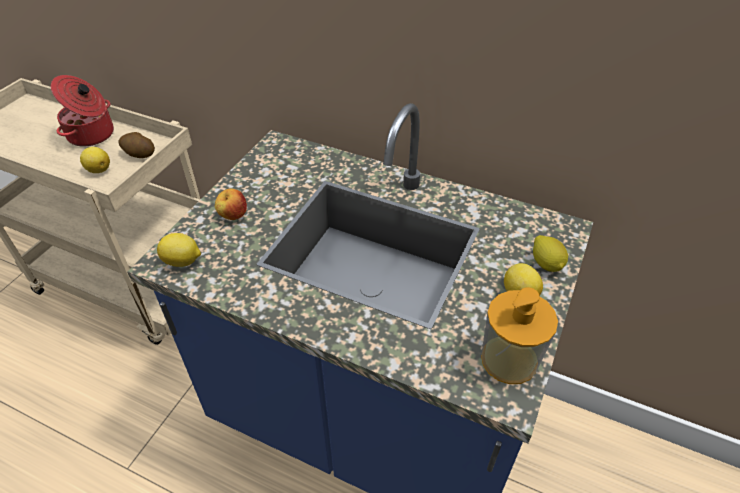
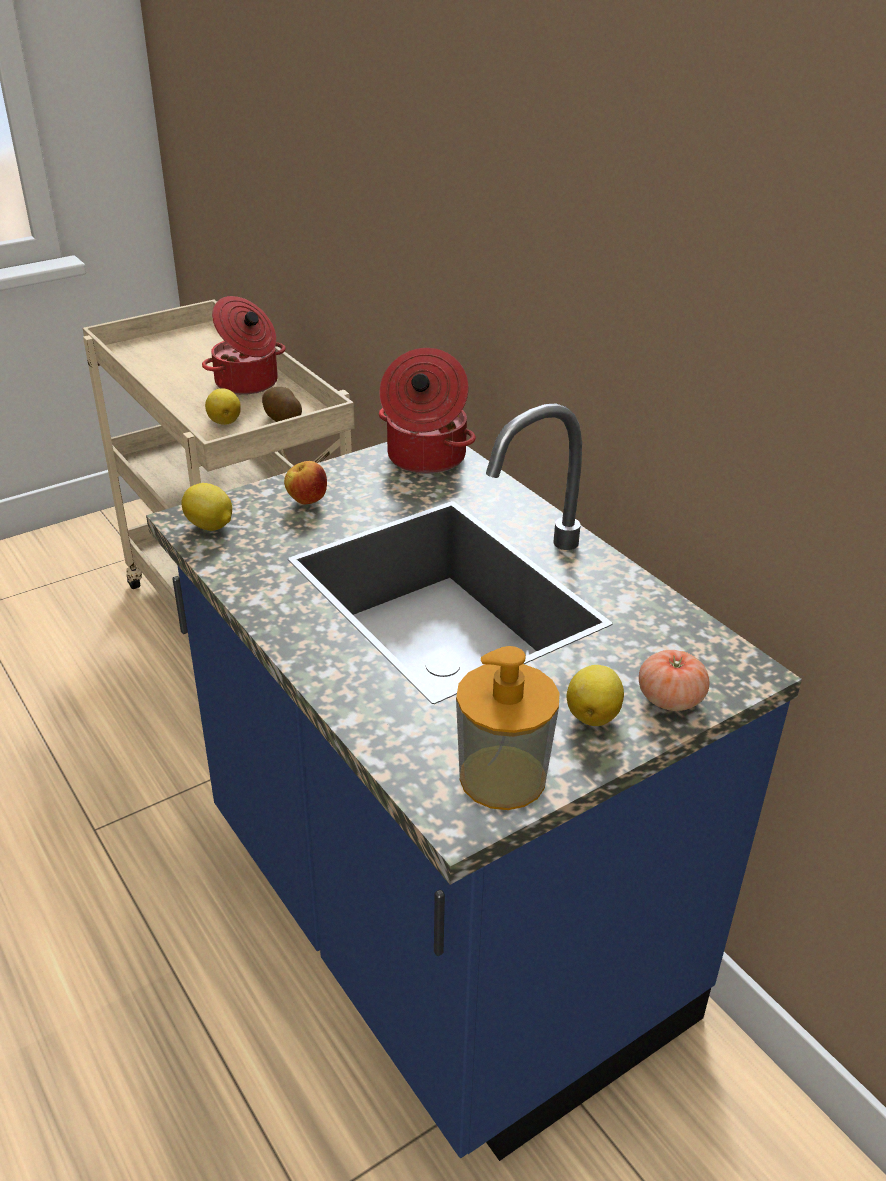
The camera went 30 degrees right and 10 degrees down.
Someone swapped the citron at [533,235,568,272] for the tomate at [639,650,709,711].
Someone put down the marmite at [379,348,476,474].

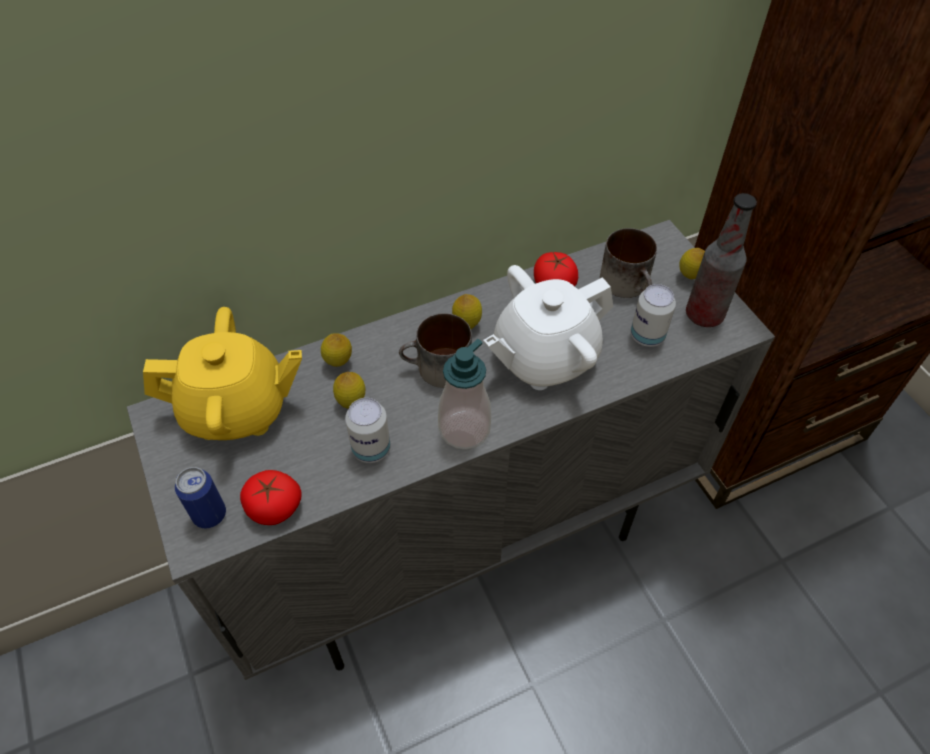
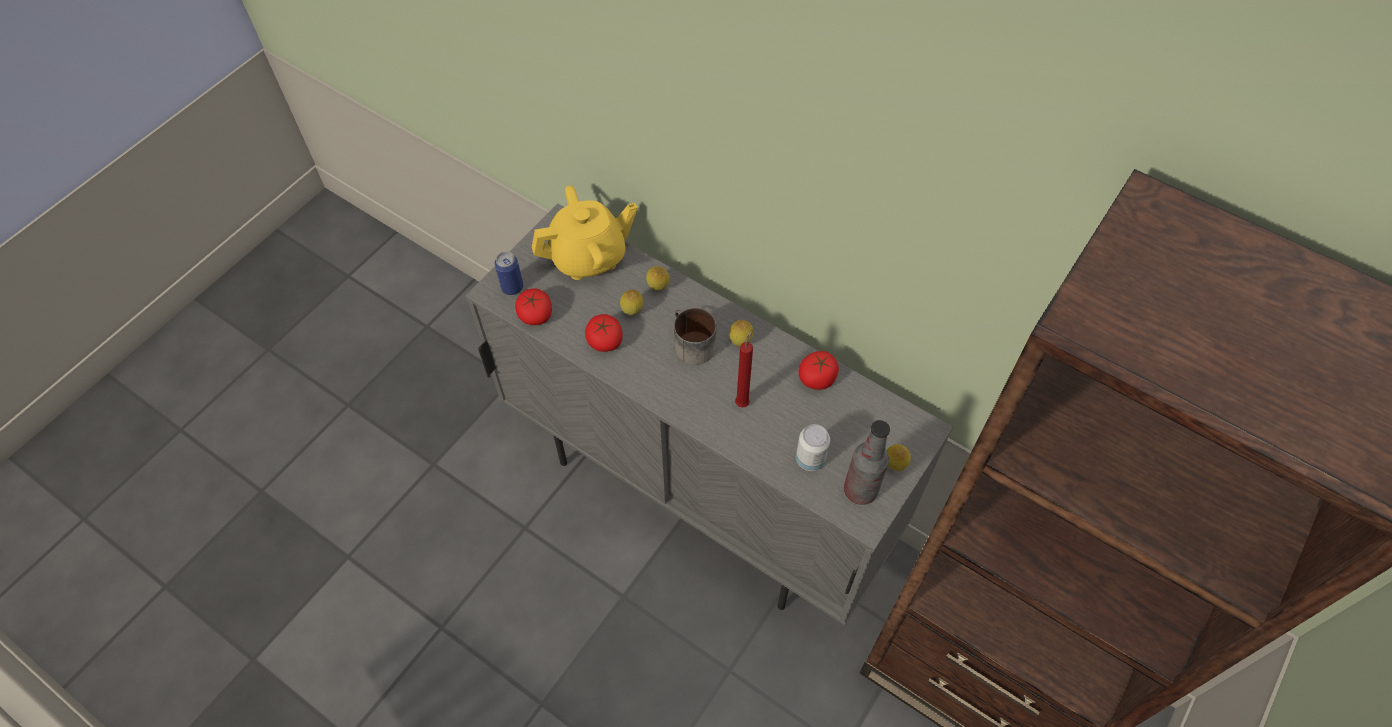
The camera went 60 degrees right and 5 degrees up.
Someone took away the mug at [600,228,657,298].
Someone swapped the théière/blanc at [483,265,613,390] for the bougie/rouge at [735,330,753,408].
Someone rotated the théière/jaune at [143,307,302,440] by 75 degrees counterclockwise.
Someone took away the distributeur de savon at [438,339,491,450].
Someone swapped the boîte métallique at [345,398,391,463] for the tomate at [585,314,622,352].

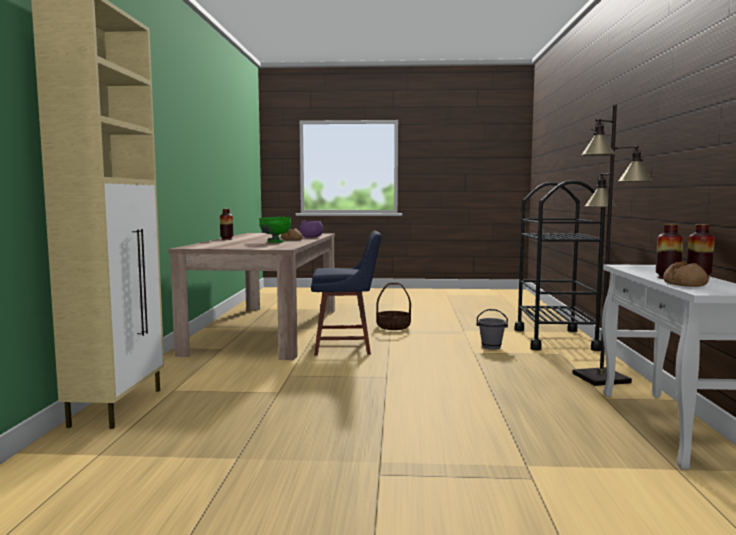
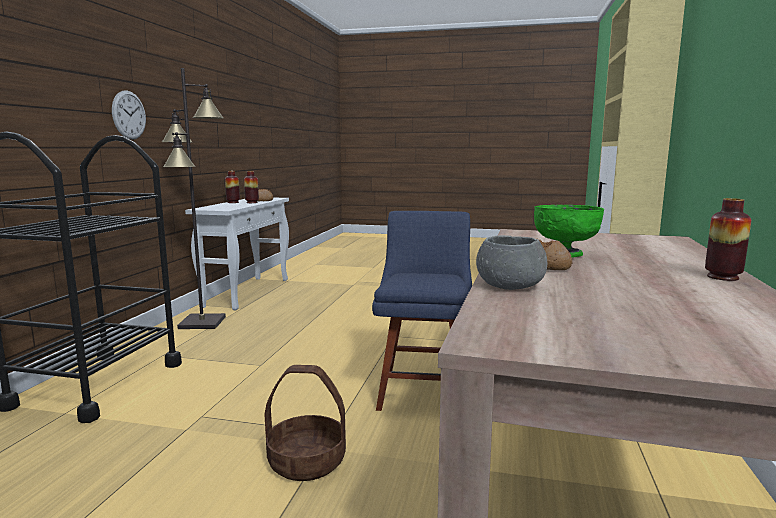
The camera went 170 degrees left and 5 degrees up.
Someone repainted the bol/violet at [299,221,323,238], which became the bol/gris at [476,235,547,290].
Someone rotated the chaise/bleu at [311,231,381,355] by 90 degrees clockwise.
Someone took away the seau/gris at [476,309,508,350].
Someone put up the horloge murale at [112,90,146,140].

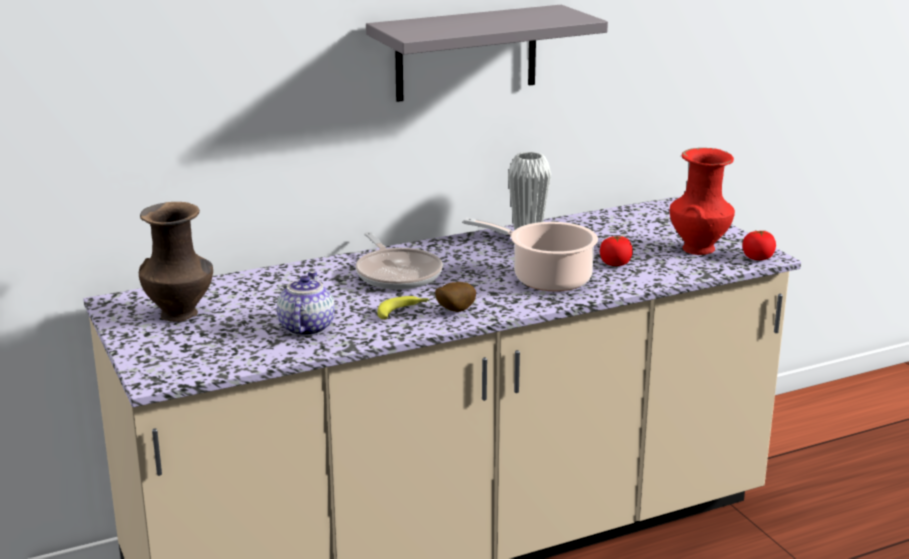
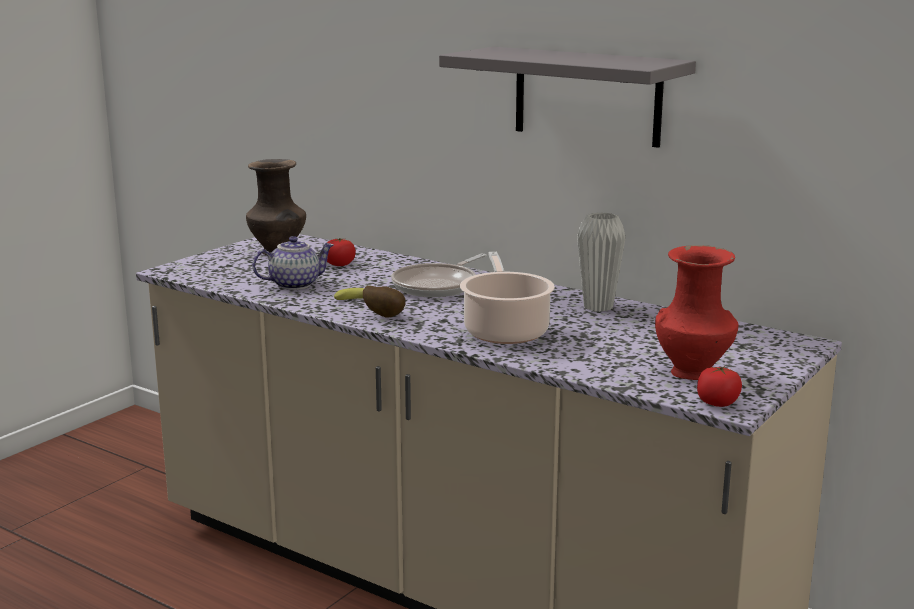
The camera went 60 degrees right and 5 degrees down.
Someone carried the tomate from [600,236,633,266] to [327,238,356,266].

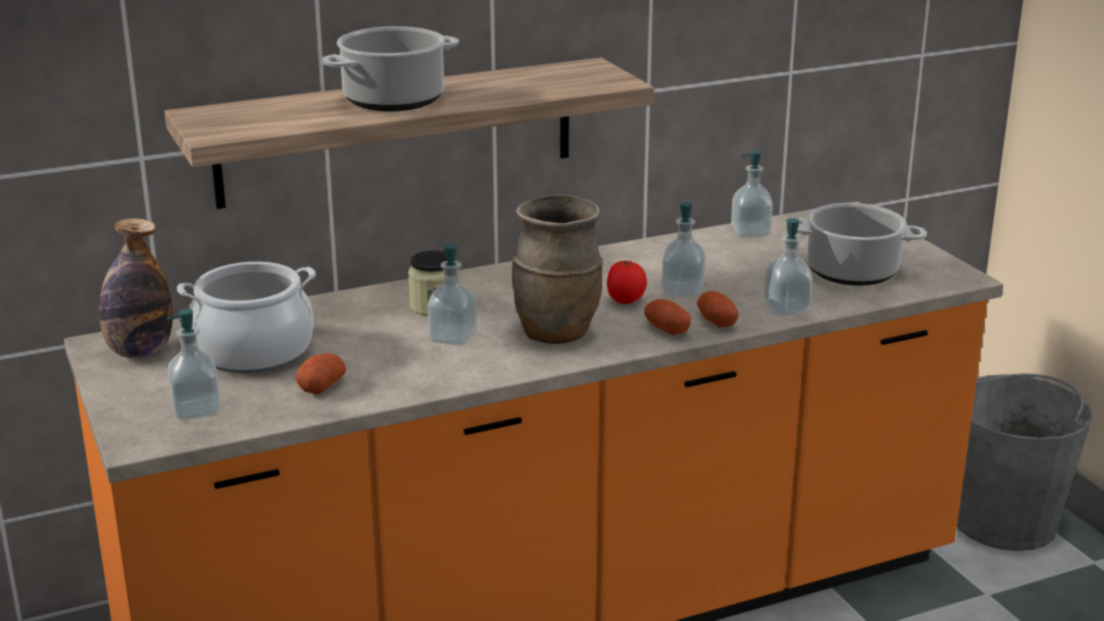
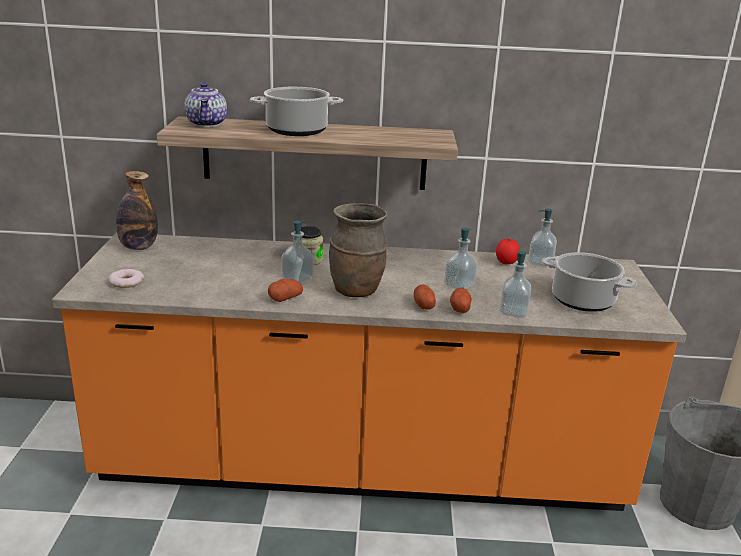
The camera went 25 degrees right and 0 degrees up.
Someone carried the tomate from [607,261,647,304] to [496,238,520,264].
Someone took away the marmite at [177,262,316,373].
Someone swapped the distributeur de savon at [167,309,221,420] for the beignet at [108,269,144,288].
Someone carried the pomme de terre from [296,353,346,394] to [268,279,303,302].
Someone put down the théière at [184,82,227,127].

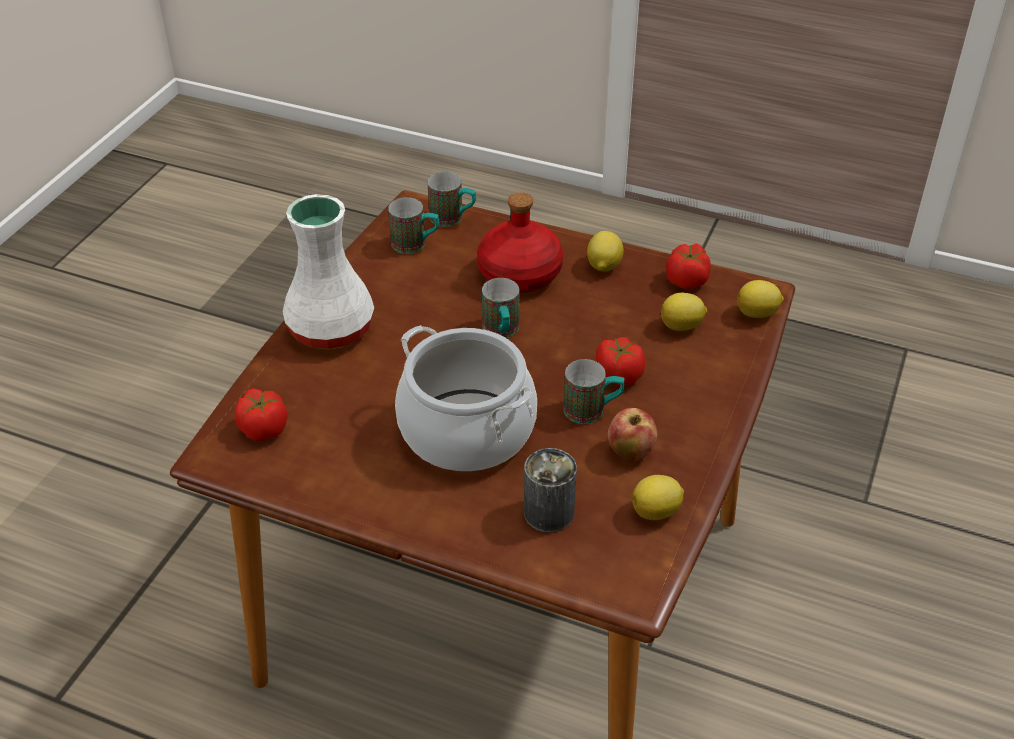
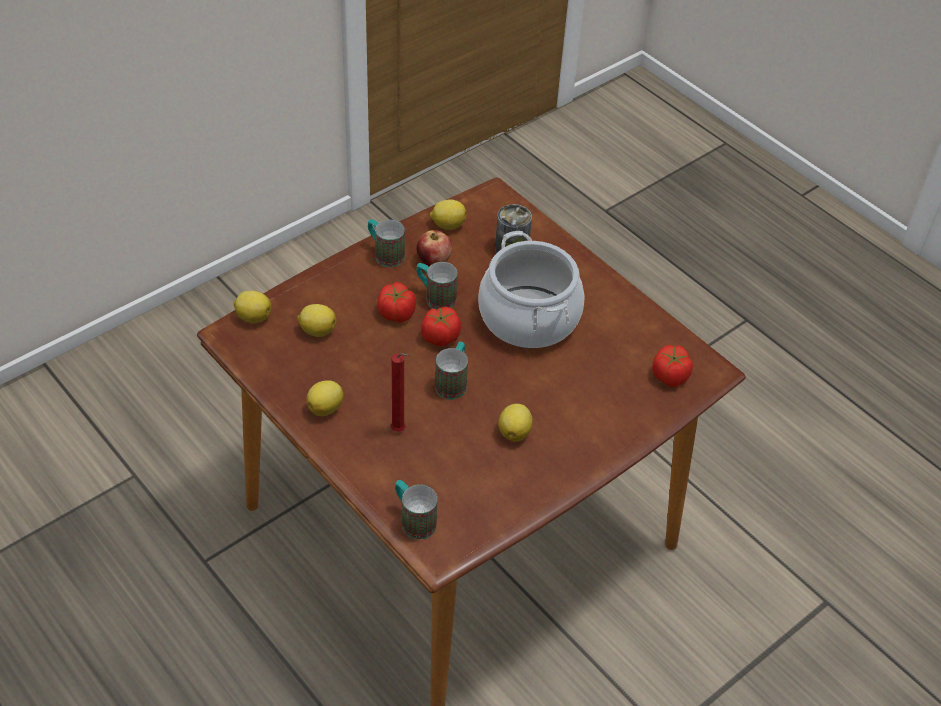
The camera went 155 degrees left and 5 degrees up.
Someone swapped the bouteille/rouge at [477,192,563,293] for the bougie/rouge at [391,353,409,432].
Someone took away the vase/blanc at [283,194,374,350].
Someone carried the mug from [388,197,439,254] to [368,219,405,267].
Someone carried the tomate from [666,244,711,289] to [421,307,461,346].
Someone put down the citron at [498,404,533,442].

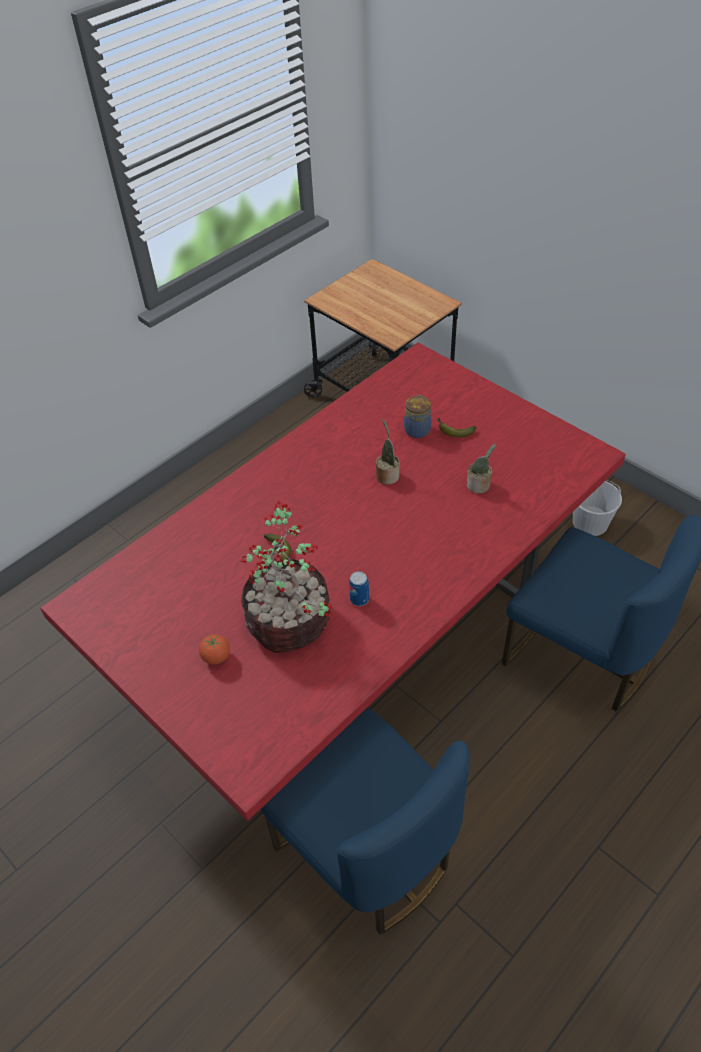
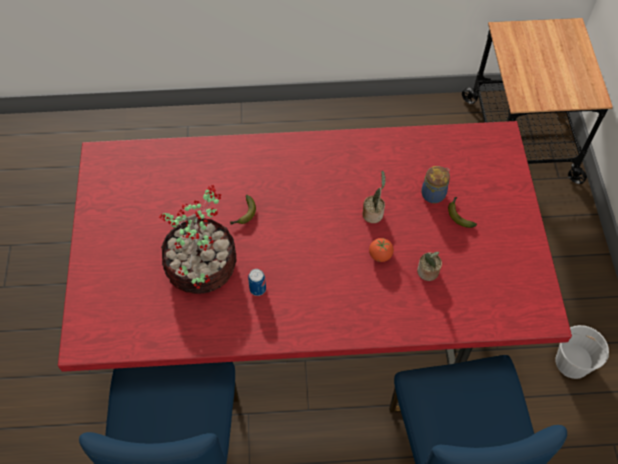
The camera went 40 degrees right and 10 degrees up.
Someone carried the tomate from [199,634,230,664] to [369,238,394,262].

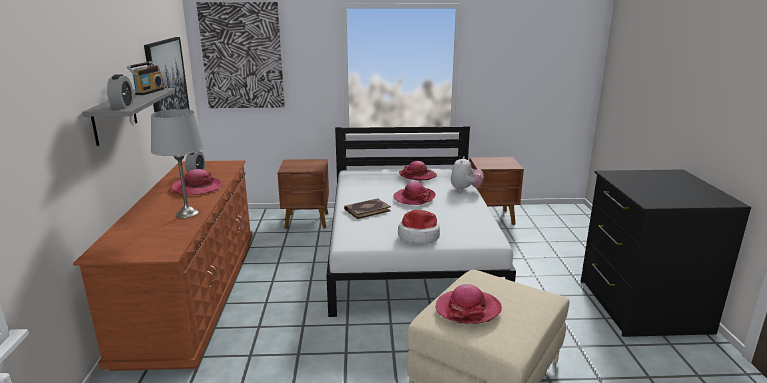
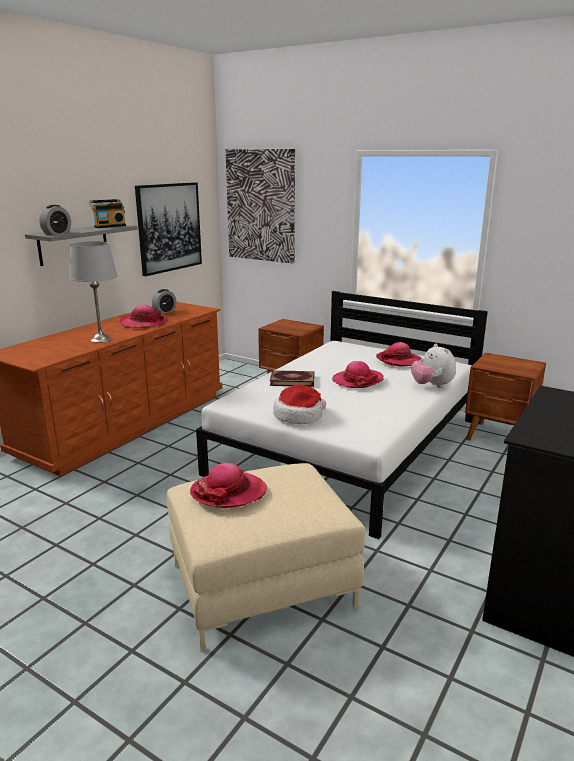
The camera went 35 degrees right and 0 degrees up.
Someone rotated the peluche at [451,156,484,191] by 105 degrees clockwise.

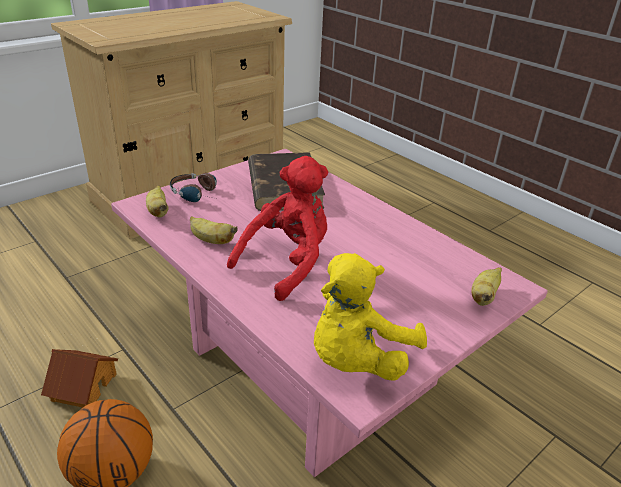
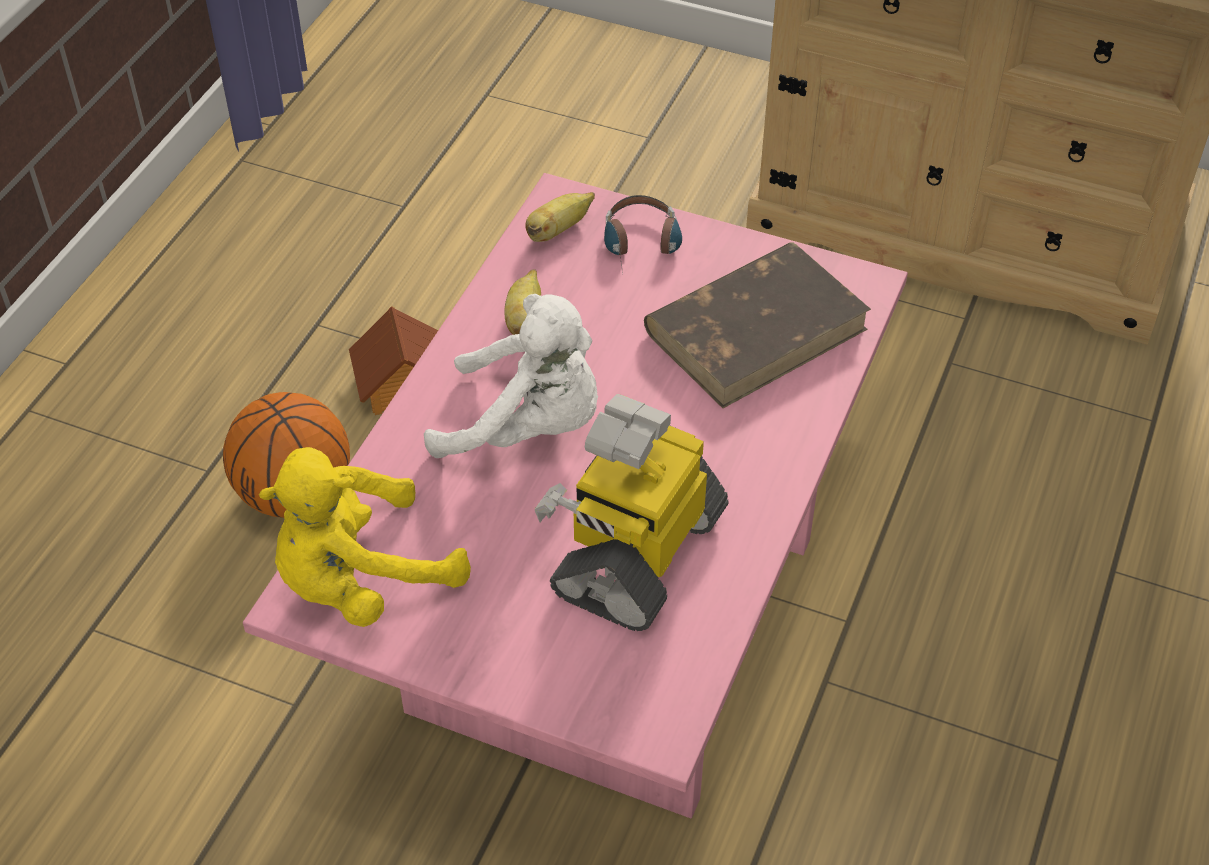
The camera went 65 degrees right and 15 degrees up.
Someone repainted the peluche/rouge at [227,156,328,301], which became the peluche/blanc at [424,294,598,458].
Someone rotated the peluche/jaune at [314,253,427,380] by 45 degrees counterclockwise.
Someone took away the banane at [471,267,502,306].
Someone put down the robot jouet at [535,394,729,631].

